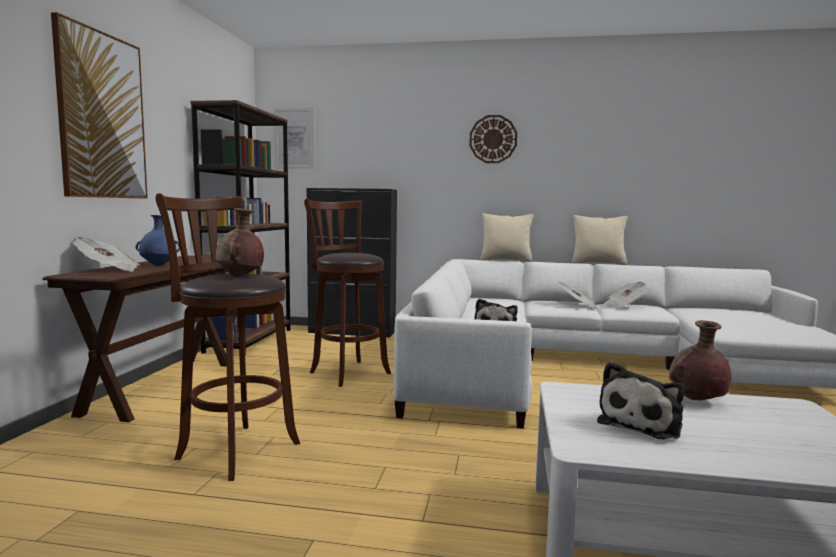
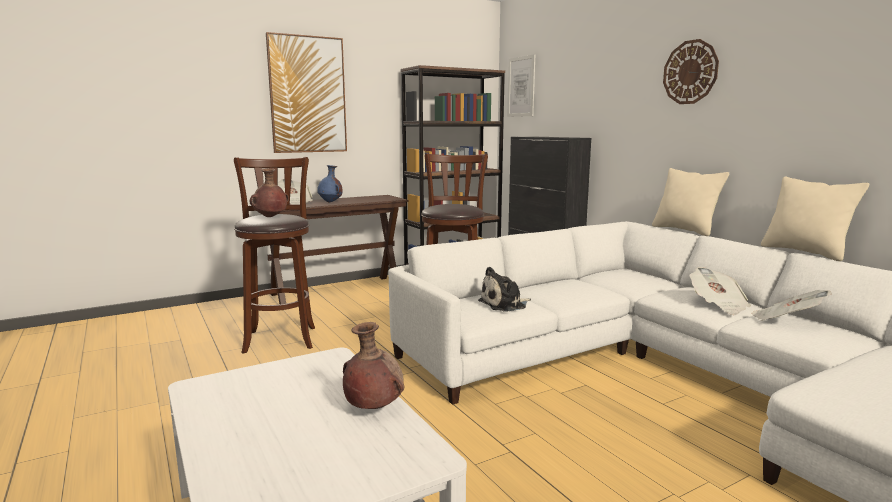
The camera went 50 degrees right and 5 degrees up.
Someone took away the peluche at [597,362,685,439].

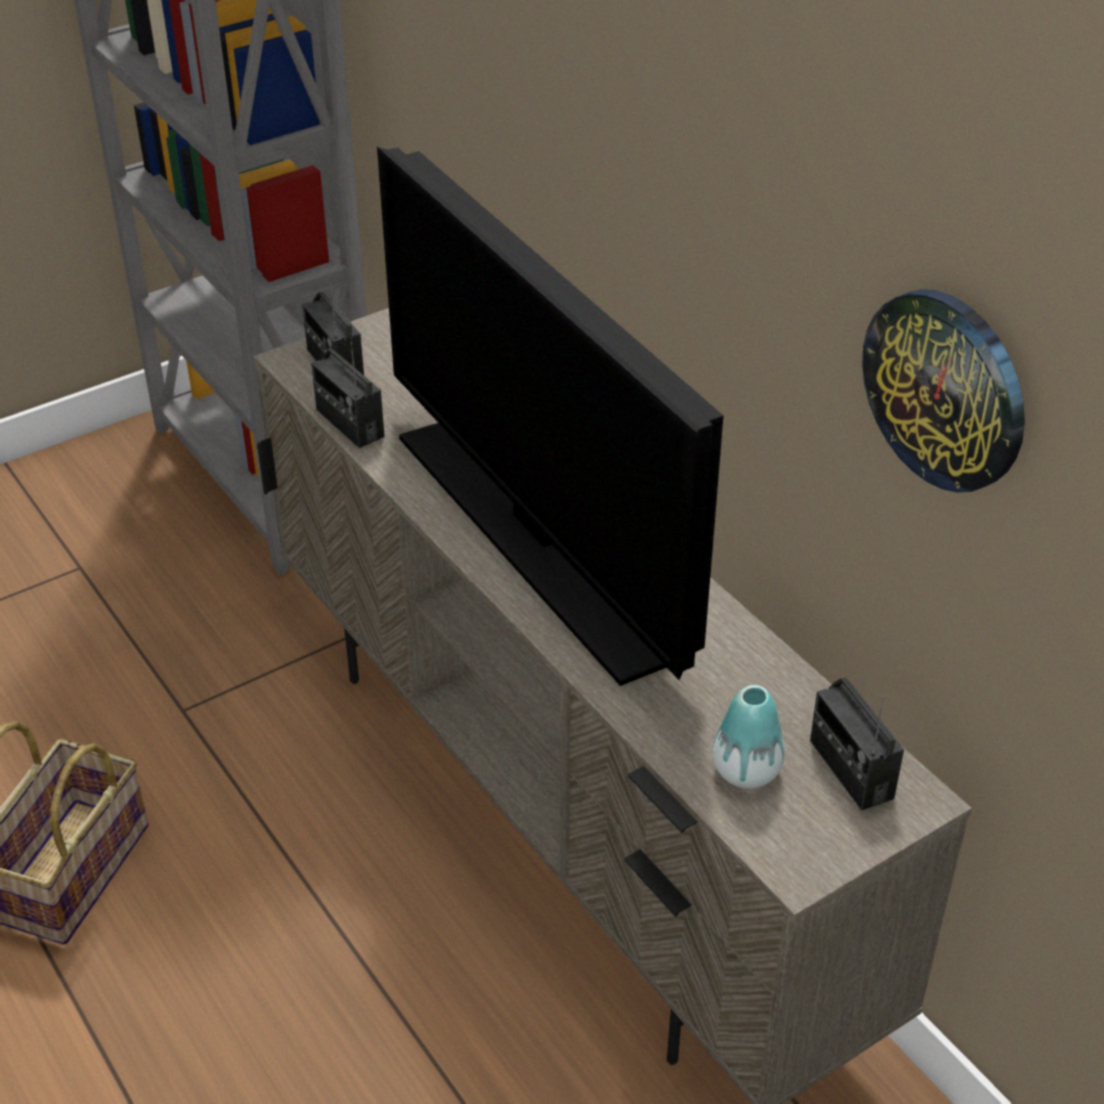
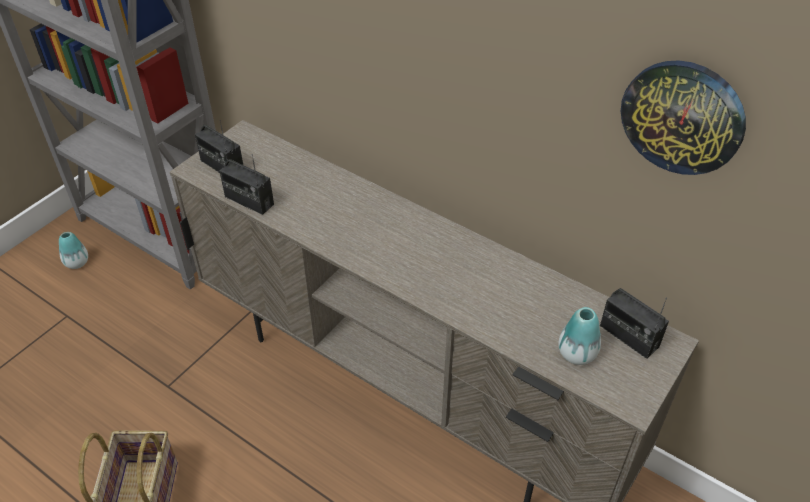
The camera went 20 degrees left and 5 degrees up.
Someone took away the téléviseur at [377,147,724,686].
Someone put down the vase at [59,232,88,269].

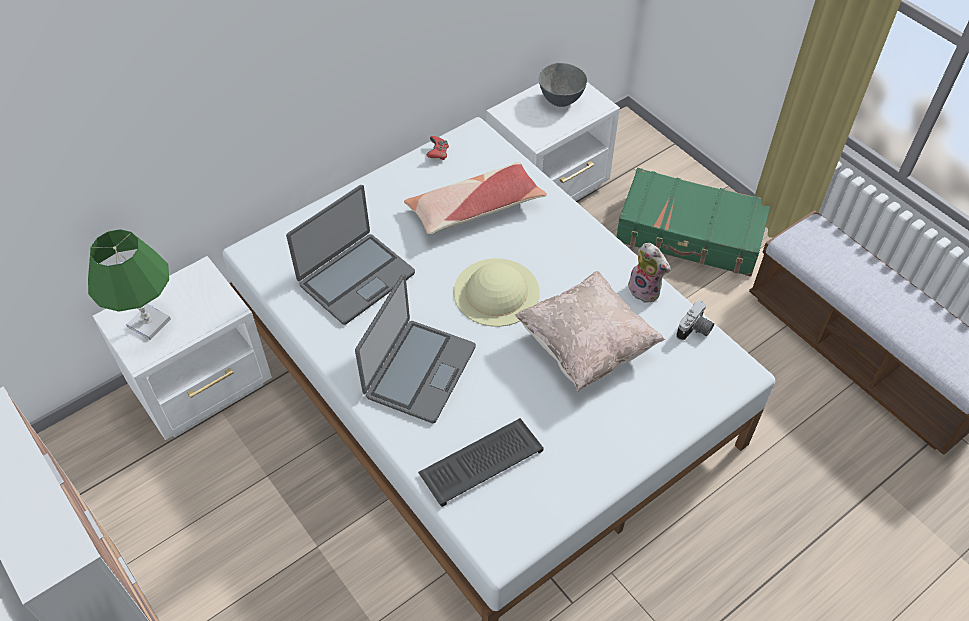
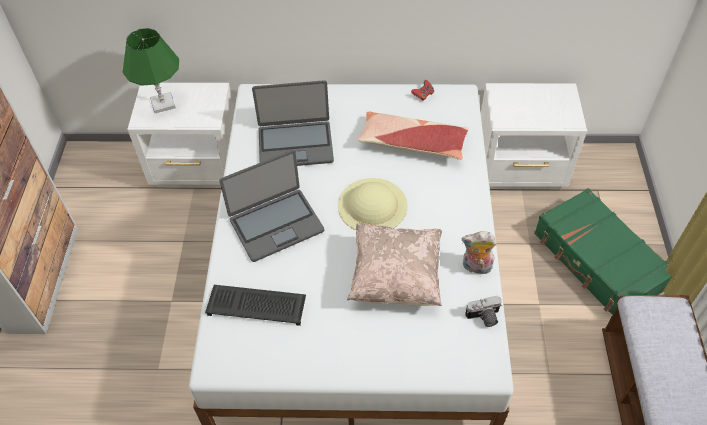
The camera went 40 degrees right and 0 degrees up.
Someone took away the bol/gris at [539,63,587,107].
Someone rotated the peluche at [628,243,670,303] by 105 degrees clockwise.

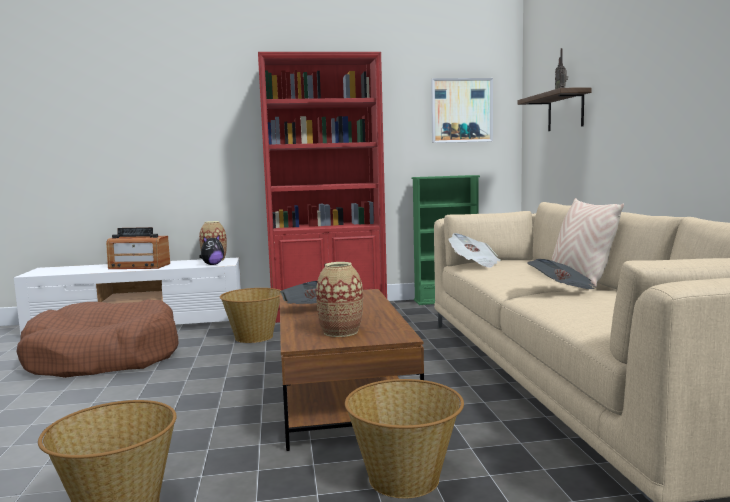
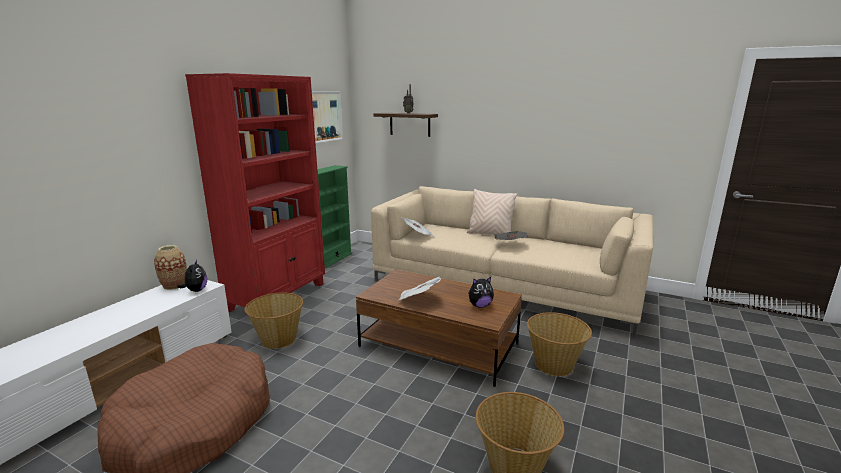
The camera went 55 degrees left and 10 degrees up.
Someone took away the radio at [106,227,170,269].
Someone swapped the vase at [316,262,363,337] for the peluche at [468,277,494,308].

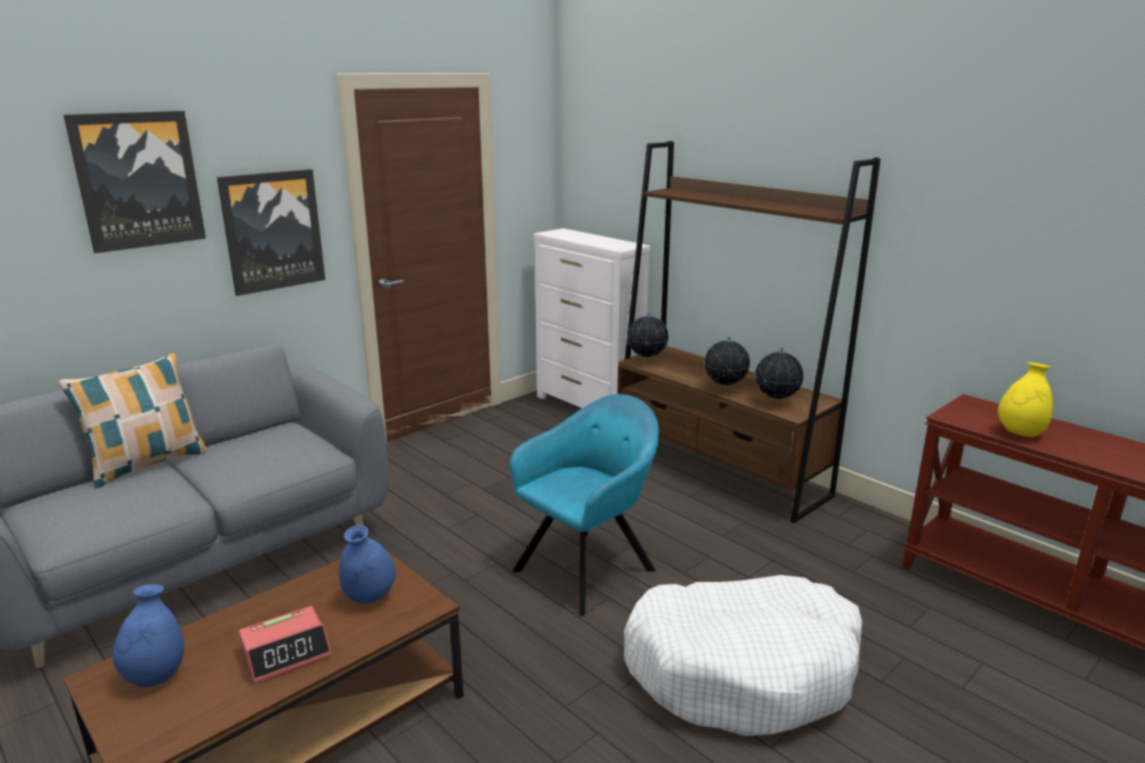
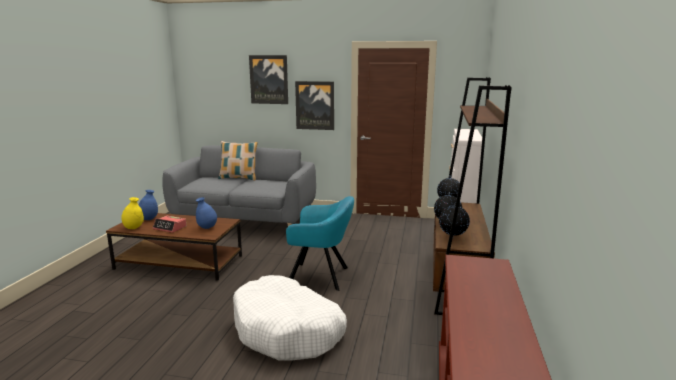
The camera went 55 degrees right and 5 degrees down.
Someone carried the vase/jaune from [998,362,1053,437] to [121,197,144,229].

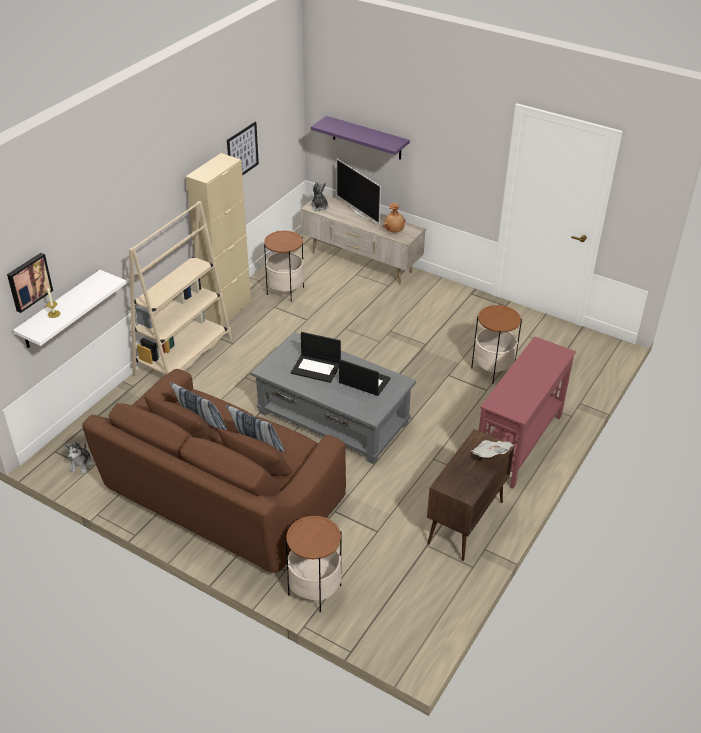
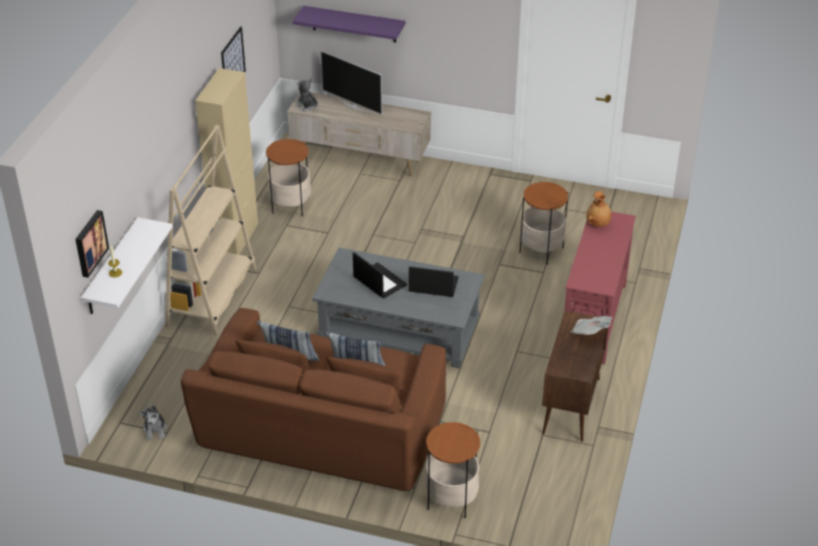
The camera went 15 degrees left and 0 degrees up.
Someone carried the vase/marron from [383,203,405,232] to [586,191,611,227].
Someone rotated the ordinateur portable at [291,332,341,383] by 135 degrees counterclockwise.

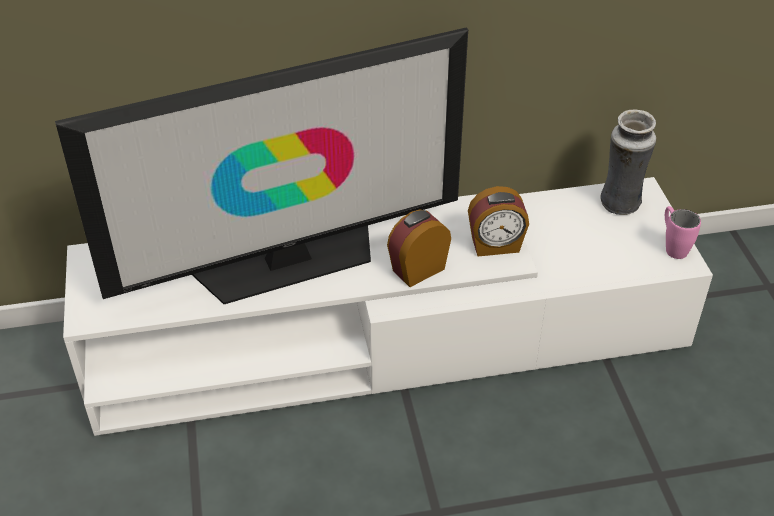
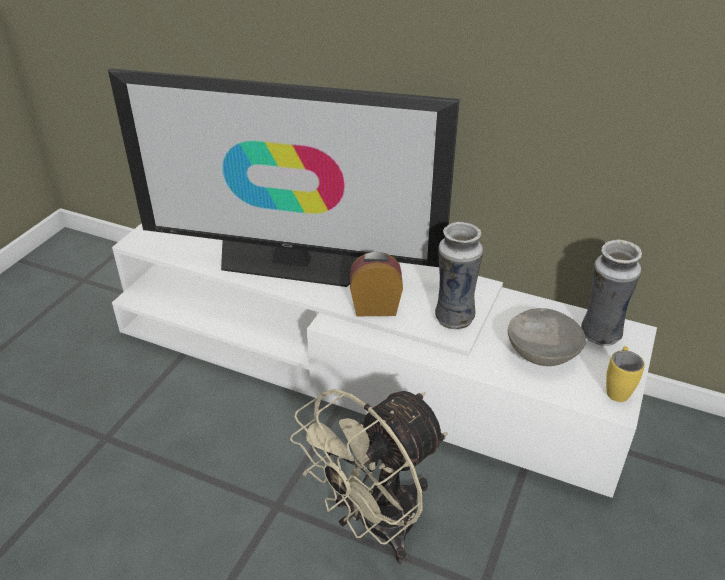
The camera went 35 degrees right and 5 degrees down.
Someone swapped the réveil at [468,186,529,256] for the vase at [435,222,483,329].
Someone repainted the mug/rose at [665,206,701,259], which became the mug/jaune at [606,346,645,402].
Someone put down the bol/gris at [508,308,586,366].
Someone put down the ventilateur/beige at [290,389,448,564].

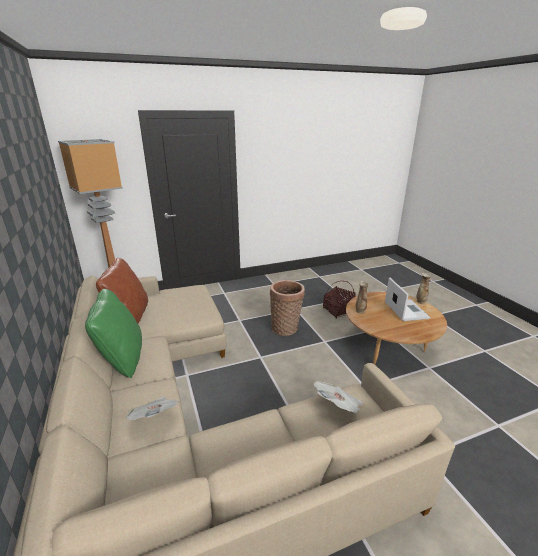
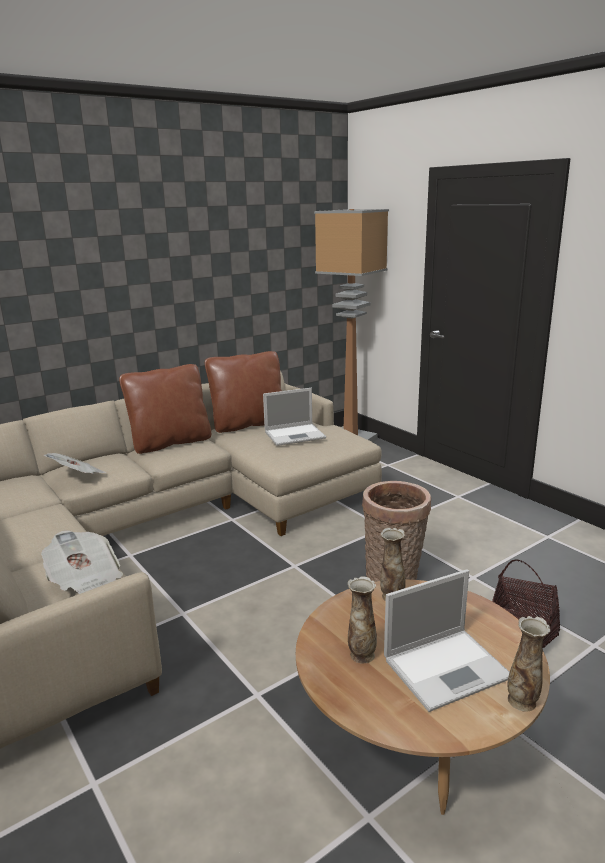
The camera went 75 degrees right and 5 degrees down.
Someone repainted the coussin/vert at [85,289,142,378], which became the coussin/marron at [119,364,211,454].
Someone put down the ordinateur portable at [263,388,326,446].
Someone put down the vase at [348,576,377,663].

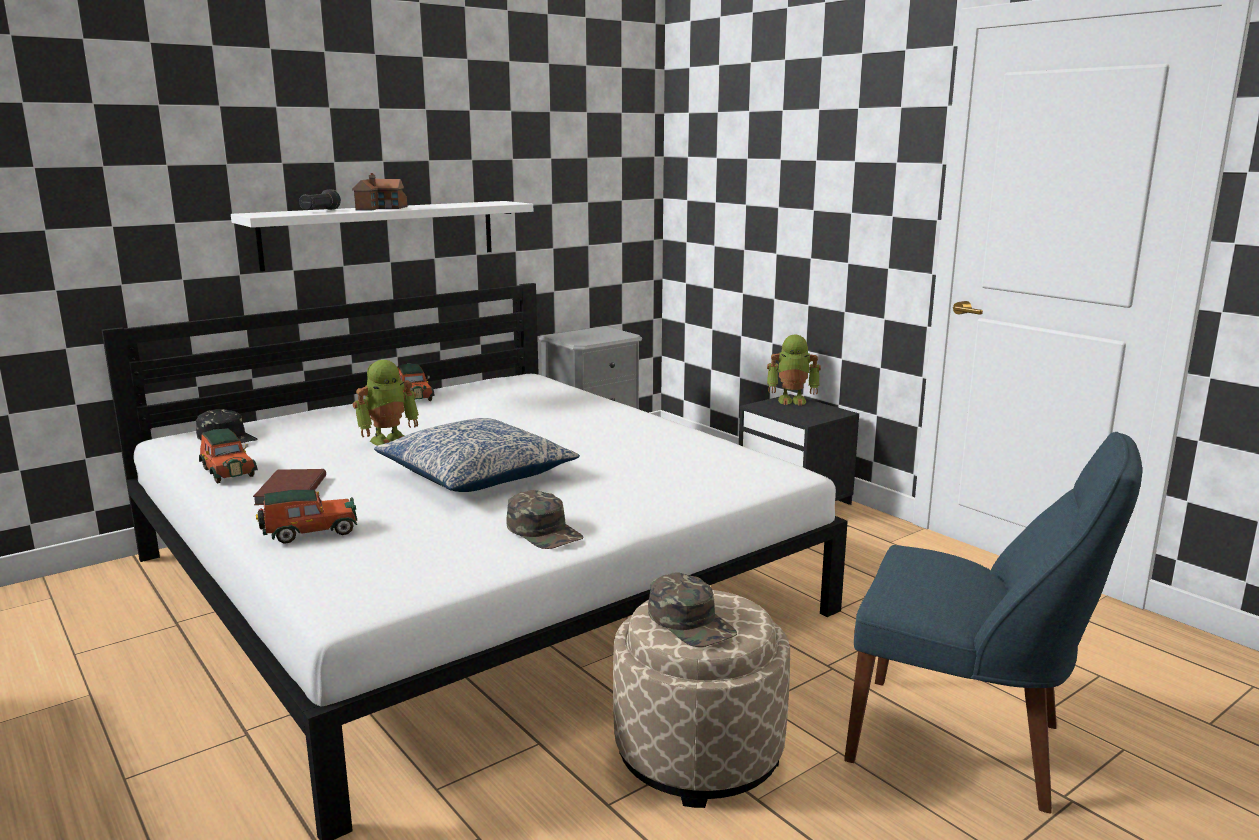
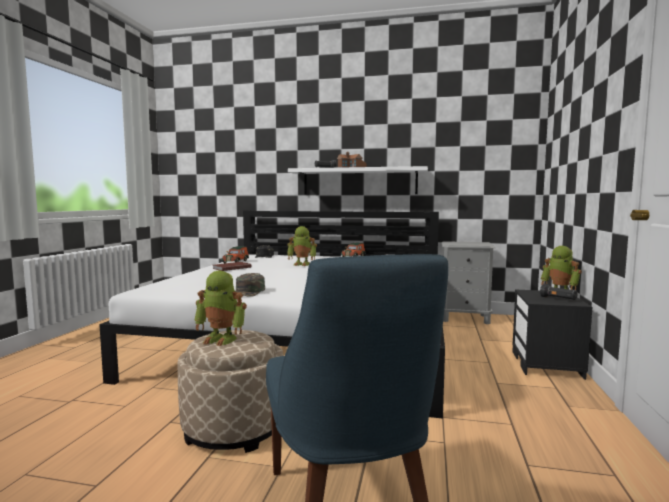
The camera went 50 degrees right and 10 degrees down.
Someone took away the coussin at [374,418,580,492].
Someone took away the petite voiture at [256,490,357,544].
Someone swapped the casquette/vert at [648,573,737,647] for the robot jouet at [194,270,247,346].
Someone put down the lampe de poche/noir at [540,284,577,300].

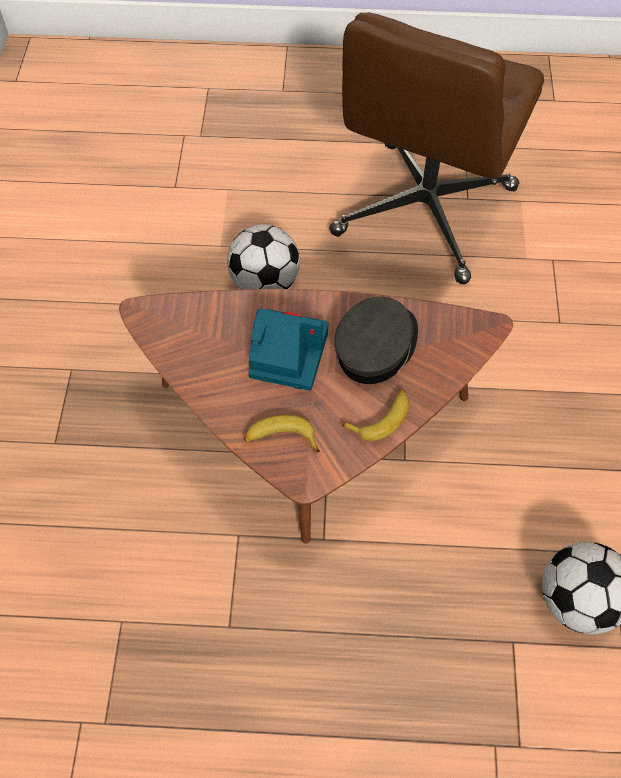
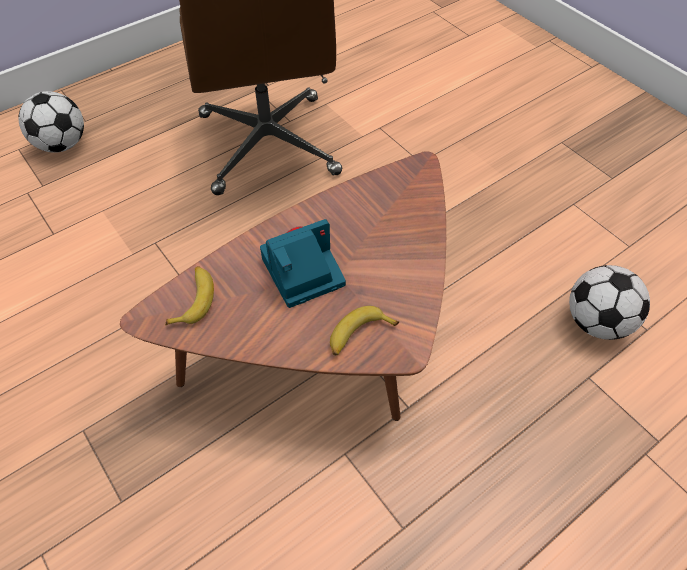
The camera went 40 degrees left and 5 degrees down.
Someone carried the ballon de foot from [227,224,300,289] to [19,91,84,153].
Someone took away the casquette/gris at [334,296,418,384].
Someone carried the banane from [342,390,410,441] to [165,266,214,325].

